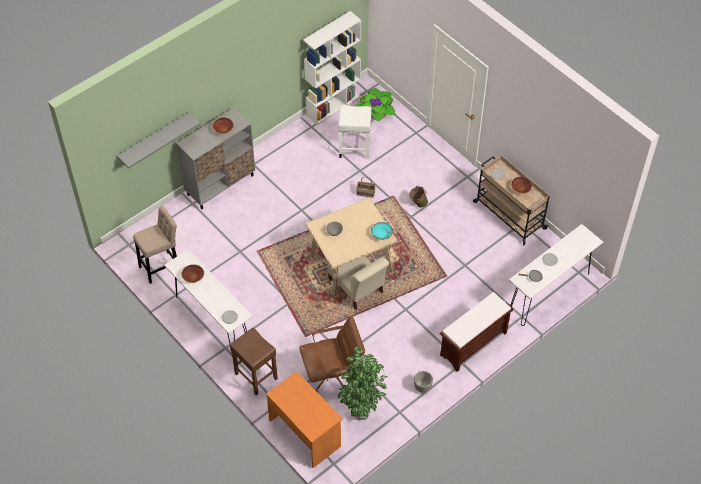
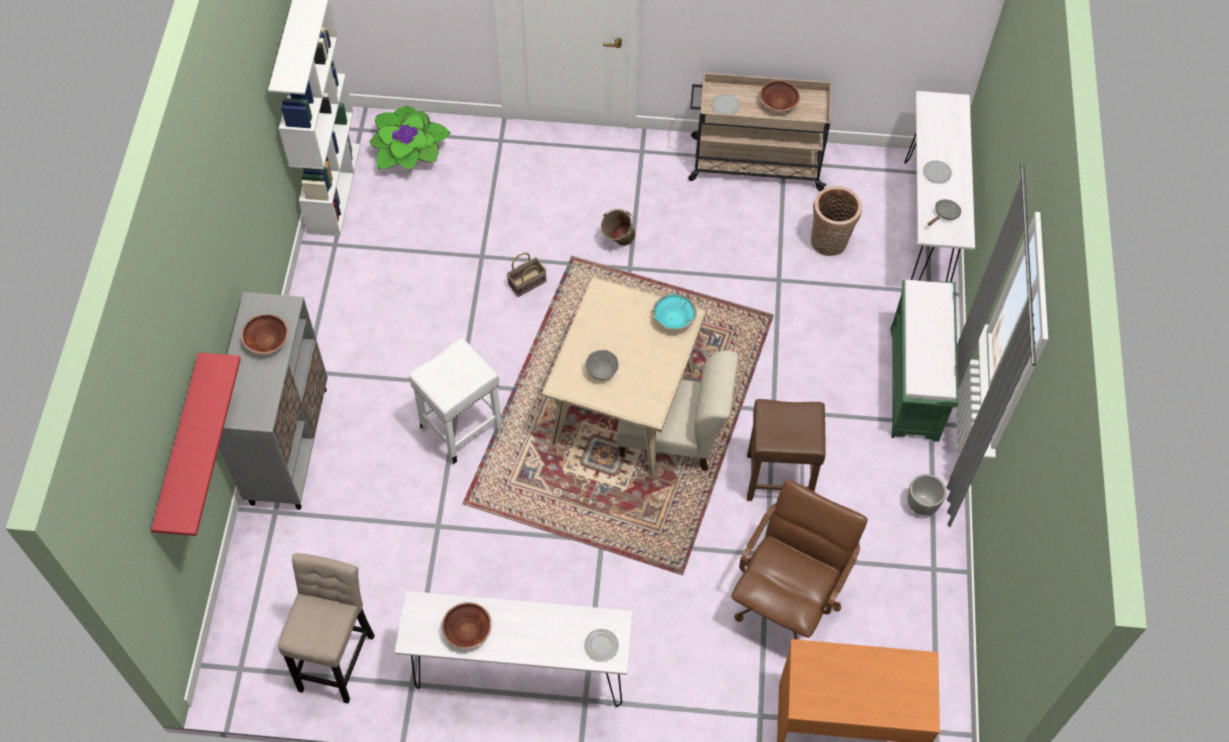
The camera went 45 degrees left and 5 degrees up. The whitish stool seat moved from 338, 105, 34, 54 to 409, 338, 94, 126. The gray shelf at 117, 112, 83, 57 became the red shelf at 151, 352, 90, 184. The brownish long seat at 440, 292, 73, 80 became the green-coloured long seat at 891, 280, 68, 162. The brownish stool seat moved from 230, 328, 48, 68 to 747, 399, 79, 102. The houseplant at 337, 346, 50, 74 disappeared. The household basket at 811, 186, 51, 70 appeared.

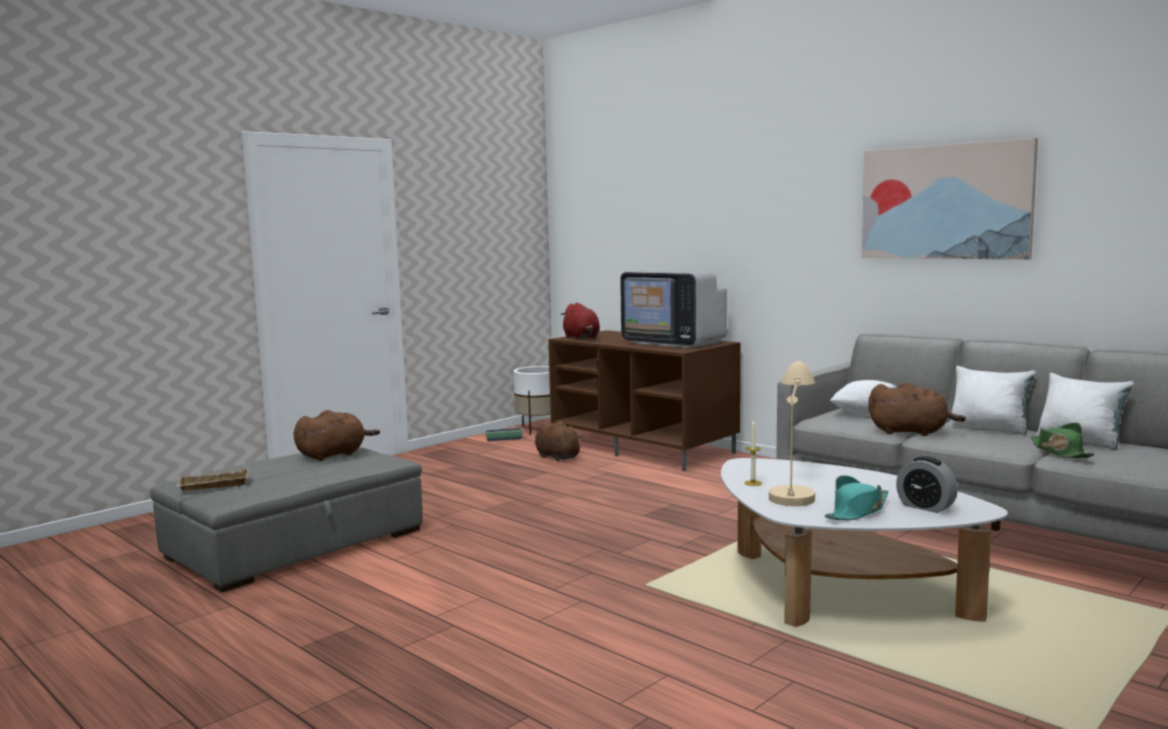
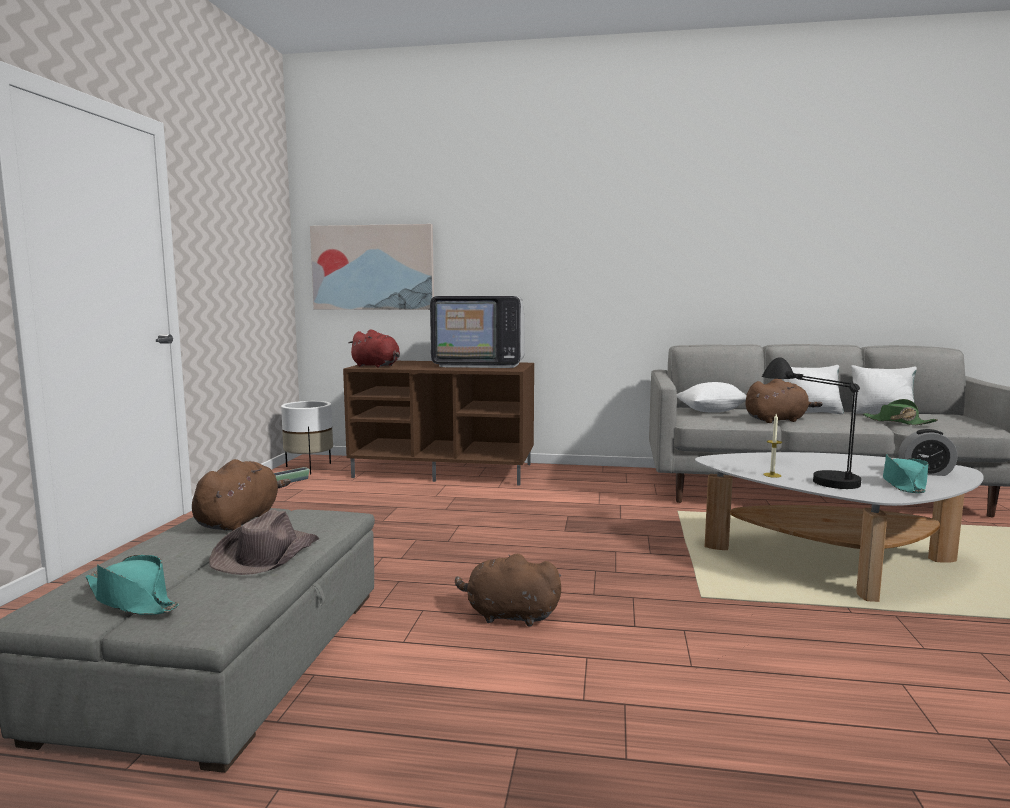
The camera went 35 degrees left and 0 degrees up. The wall art moved from 862, 138, 176, 122 to 310, 224, 124, 86. The sand-coloured lamp for a table at 769, 361, 46, 145 became the black-coloured lamp for a table at 762, 357, 99, 132. The brownish soft toy moved from 535, 421, 48, 40 to 455, 554, 106, 73. The sand-coloured tray at 177, 468, 72, 23 was replaced by the turquoise wearable hat at 86, 555, 93, 60. The brownish wearable hat at 209, 510, 110, 65 appeared.

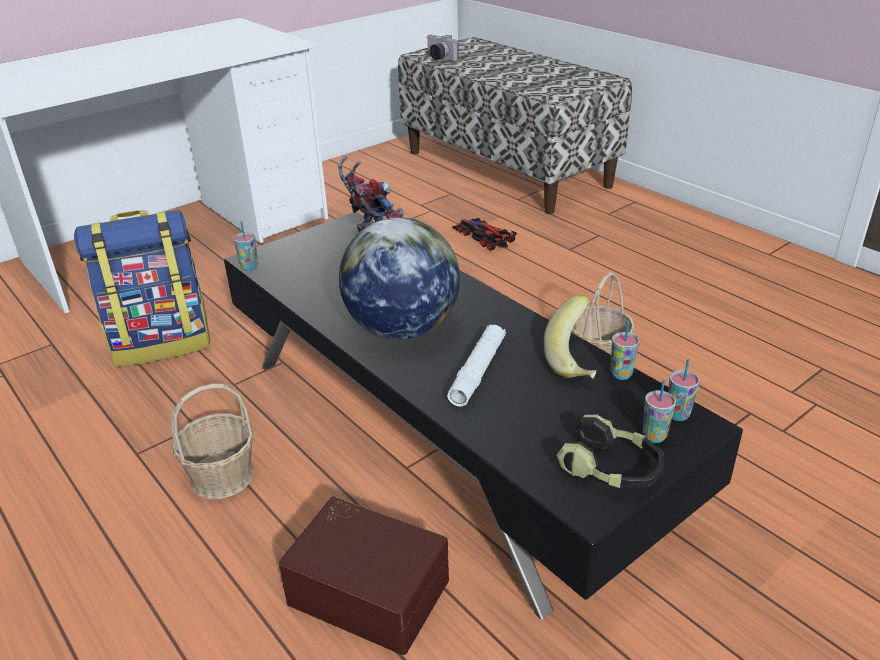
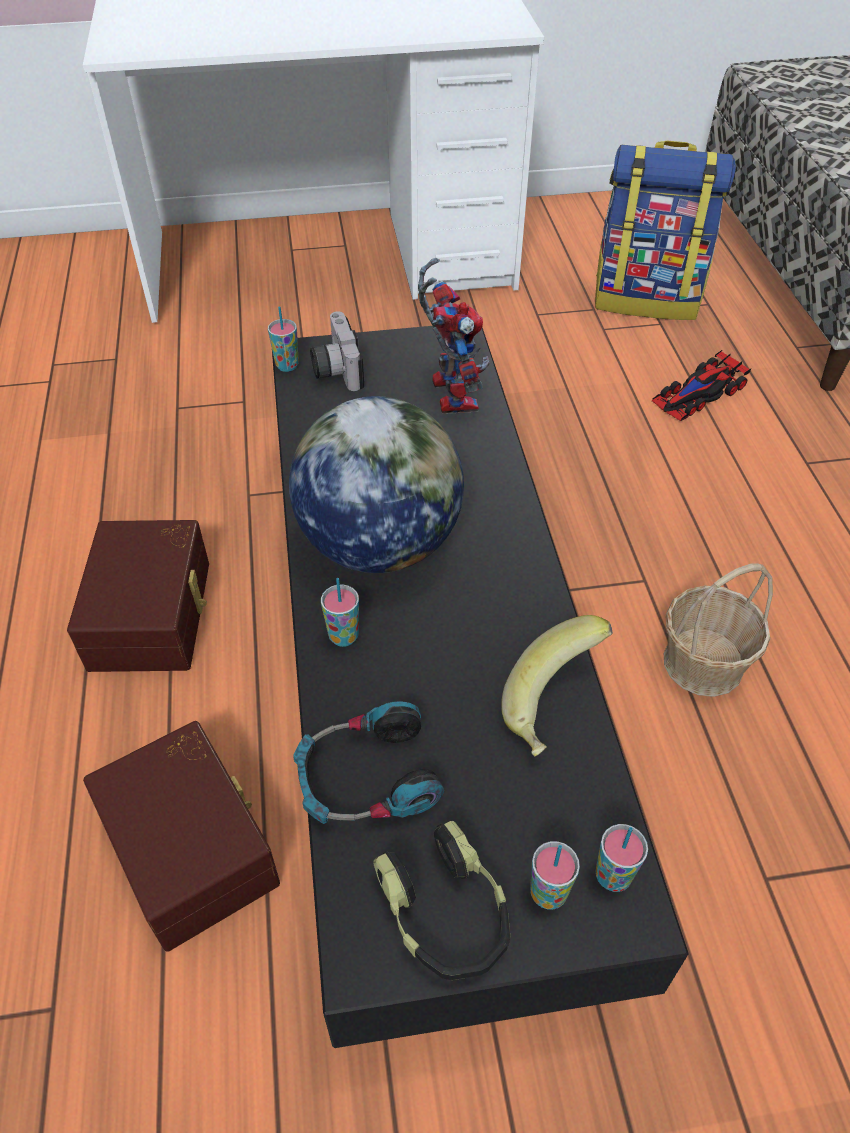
The camera went 30 degrees right and 15 degrees up. The still camera moved from 427, 35, 32, 26 to 310, 311, 54, 80. The backpack moved from 74, 210, 136, 157 to 595, 141, 141, 179. The miniature car at 452, 218, 65, 33 turned 120 degrees counterclockwise. The small cup moved from 611, 321, 29, 59 to 321, 578, 38, 69. The whitish torch at 447, 325, 59, 82 disappeared. The household basket at 171, 383, 83, 116 was replaced by the brownish storage container at 67, 520, 142, 152. The headset at 293, 701, 151, 123 appeared.

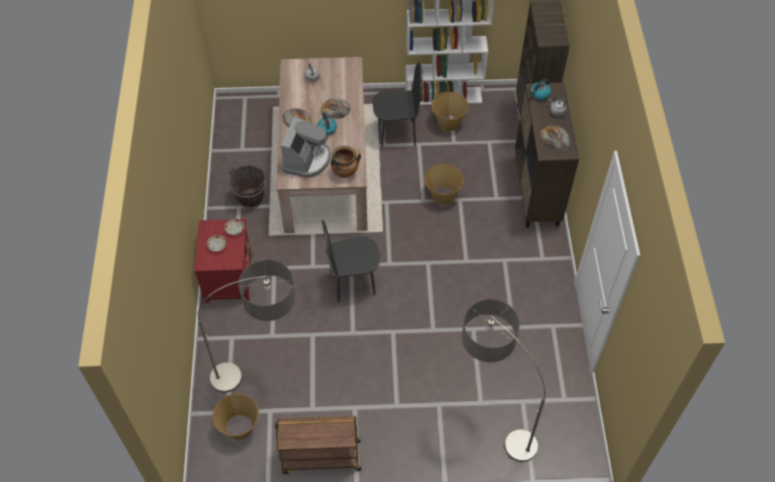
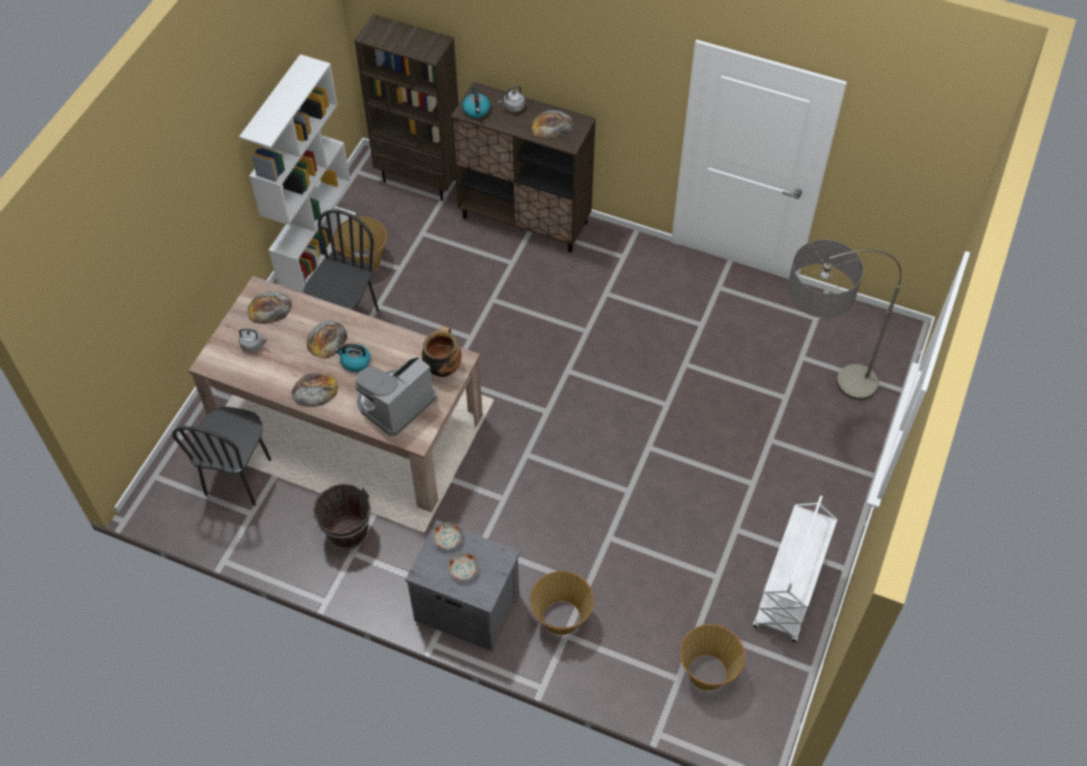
The camera went 65 degrees left and 0 degrees up. The coffee machine at 281, 117, 50, 61 turned 90 degrees counterclockwise. The household basket moved from 424, 164, 40, 41 to 530, 571, 64, 64. The red night table at 194, 219, 57, 84 became the gray night table at 405, 520, 115, 131. The black-coloured upright chair moved from 322, 220, 58, 83 to 172, 407, 99, 99. The standard lamp at 198, 260, 98, 133 disappeared. The brownish trolley at 275, 416, 86, 58 became the whitish trolley at 753, 495, 84, 147. The bread at 248, 291, 44, 33 appeared.

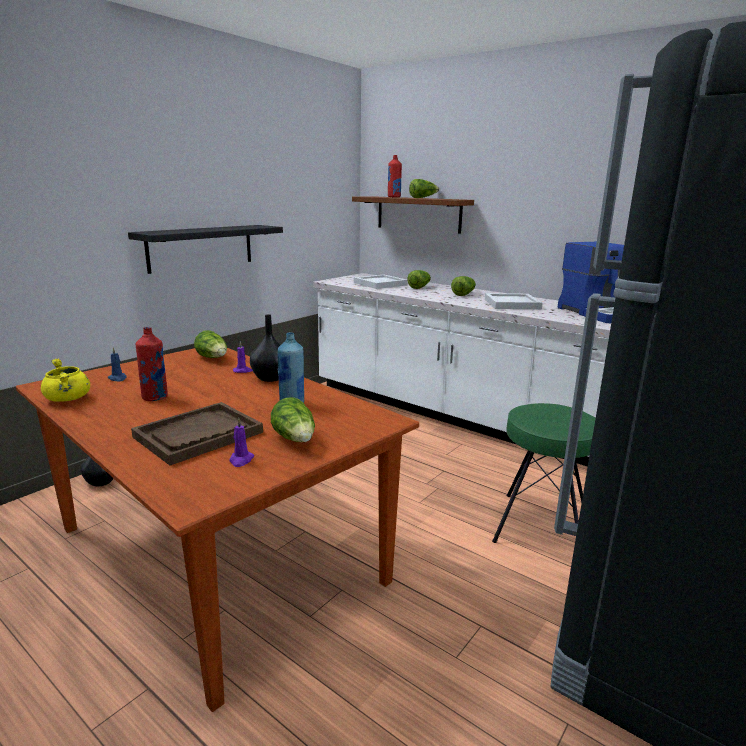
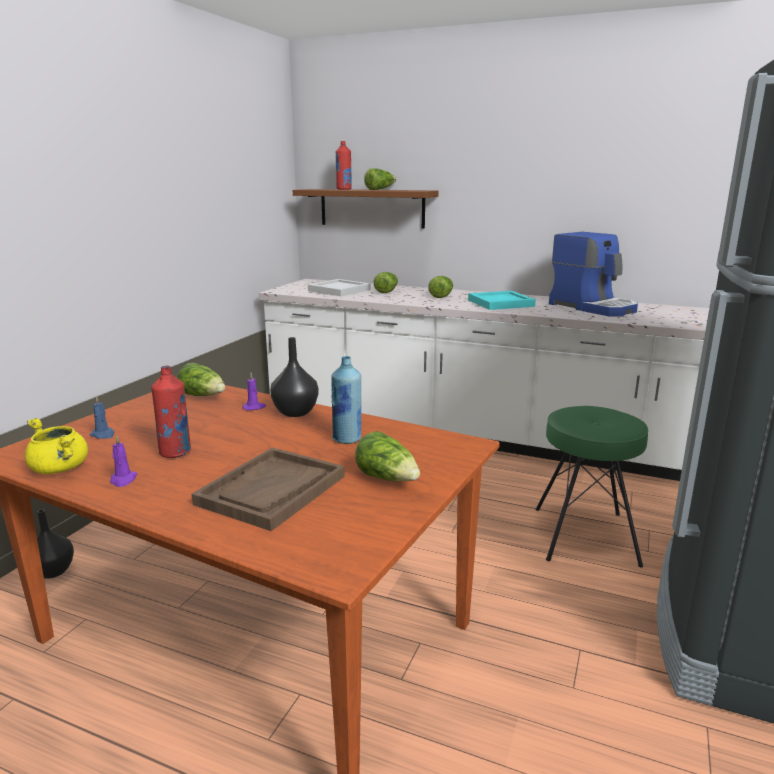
The camera went 15 degrees left and 0 degrees up. The black-coloured shelf at 128, 225, 155, 49 disappeared. The whitish tray at 485, 293, 58, 16 became the turquoise tray at 468, 291, 68, 19. The purplish wax candle moved from 229, 418, 25, 49 to 110, 435, 27, 52.

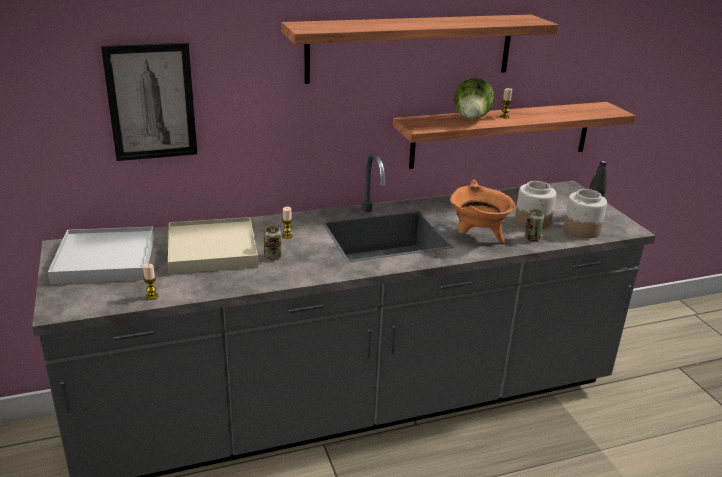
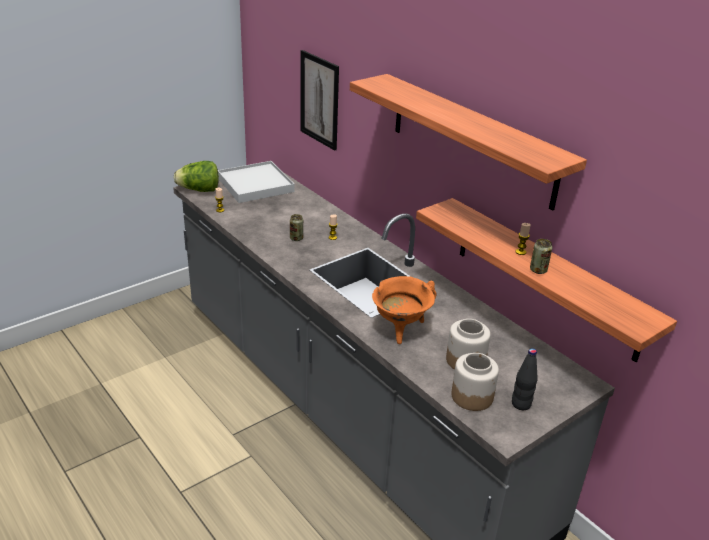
The camera went 70 degrees right and 5 degrees up. The lettuce head moved from 454, 78, 40, 41 to 174, 161, 45, 31. The metal can moved from 525, 209, 19, 32 to 530, 239, 22, 35. The sand-coloured tray at 168, 217, 90, 57 disappeared.

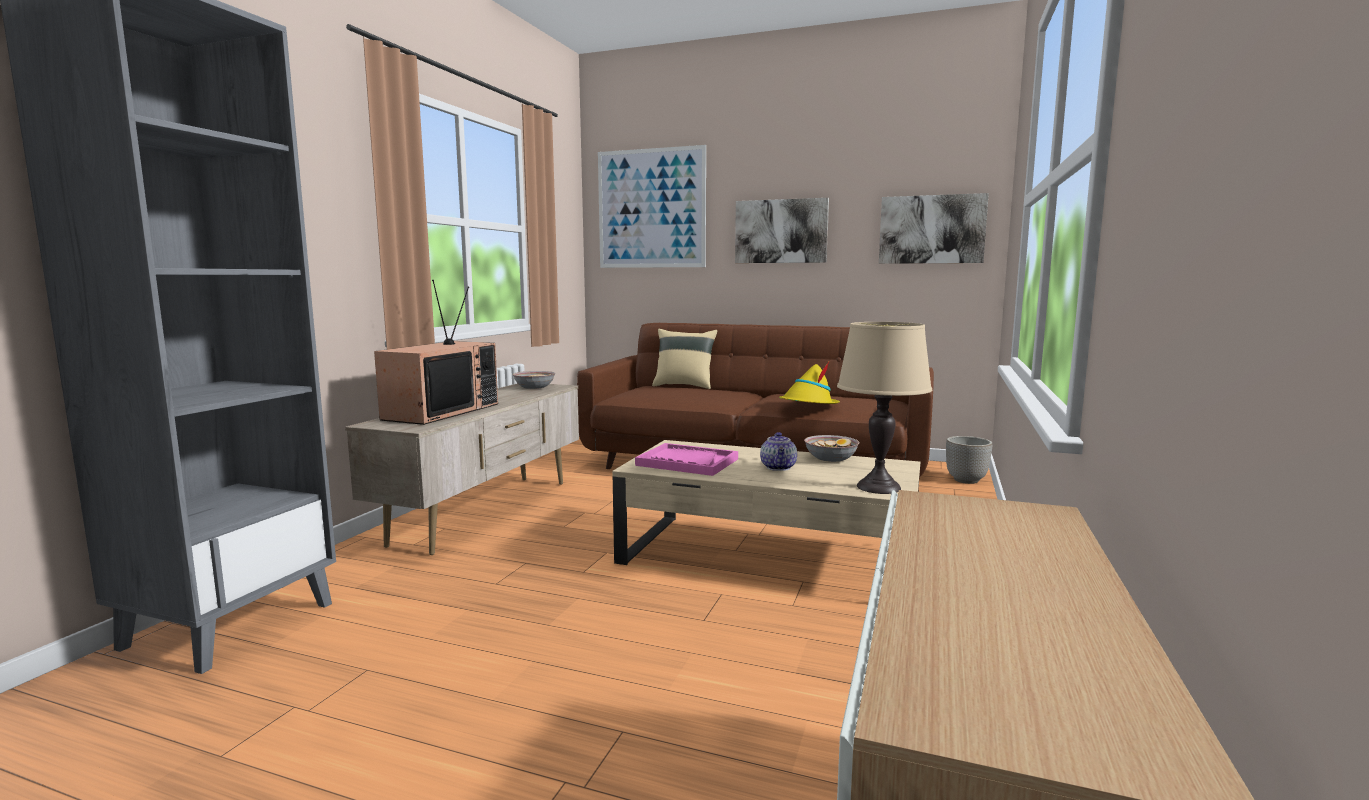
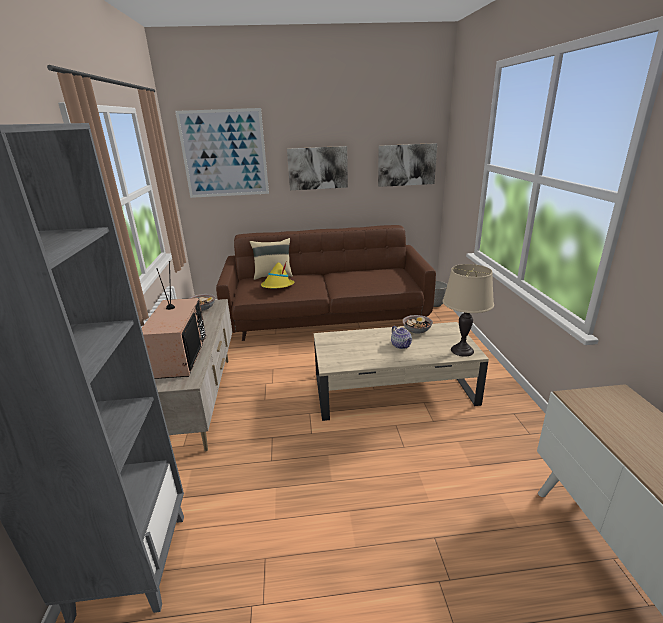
The camera went 25 degrees left and 15 degrees up. The yellow wearable hat moved from 779, 362, 61, 42 to 261, 262, 33, 26. The pinkish tray at 635, 443, 103, 33 disappeared.

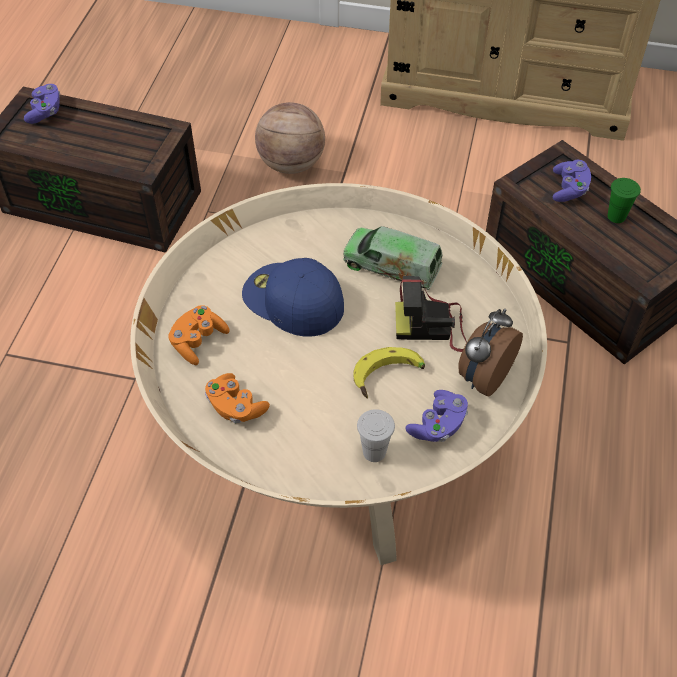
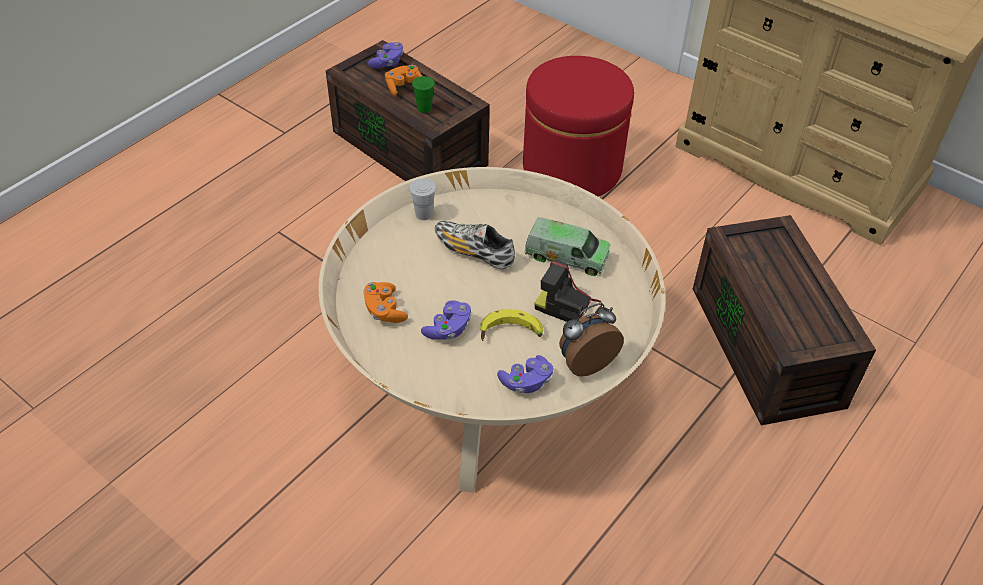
The camera went 25 degrees right and 5 degrees down. The basketball at 255, 102, 70, 72 was replaced by the red ottoman at 523, 56, 111, 140. The purplish joypad moved from 553, 160, 38, 42 to 421, 300, 50, 40. The green-coloured small cup moved from 608, 178, 33, 45 to 412, 76, 23, 37. The toy truck at 343, 226, 99, 64 turned 150 degrees clockwise. The bluish baseball cap at 242, 258, 102, 79 was replaced by the shoe at 435, 221, 80, 48. The orange-coloured joypad moved from 168, 306, 62, 59 to 385, 65, 37, 31. The whitish small cup moved from 357, 409, 38, 53 to 409, 178, 27, 42.

